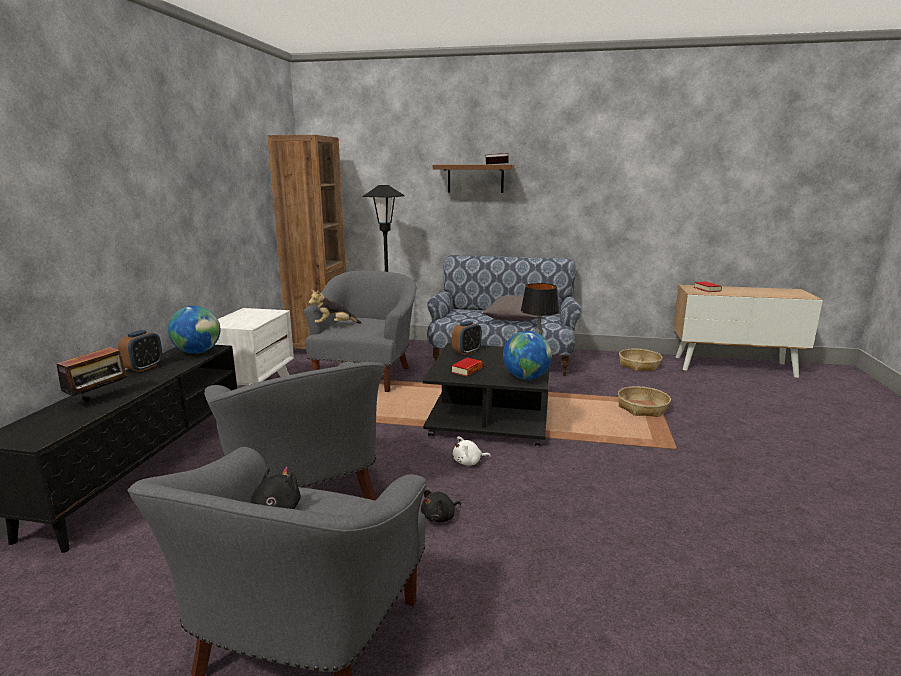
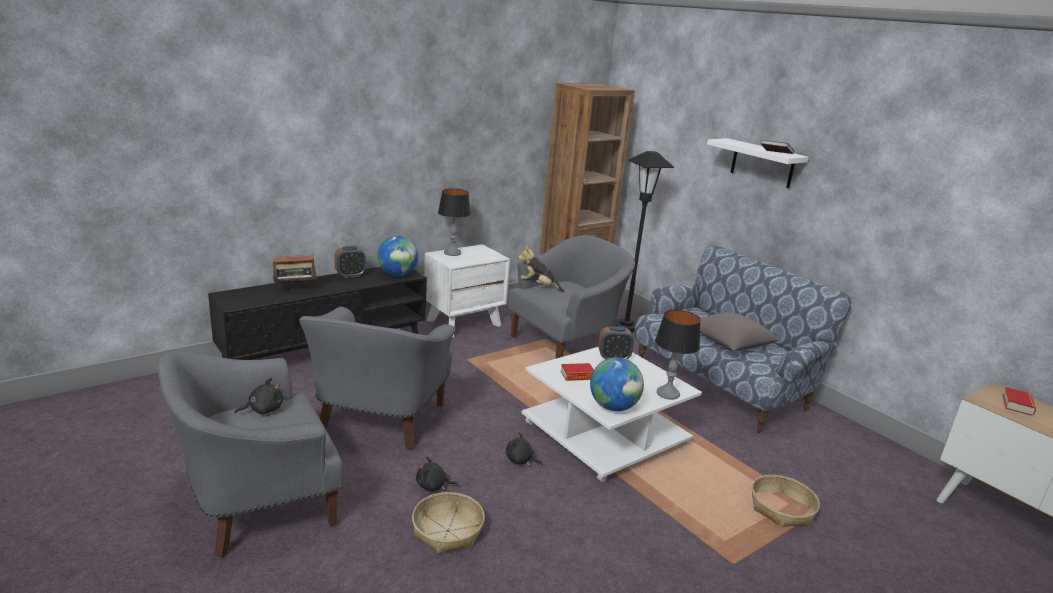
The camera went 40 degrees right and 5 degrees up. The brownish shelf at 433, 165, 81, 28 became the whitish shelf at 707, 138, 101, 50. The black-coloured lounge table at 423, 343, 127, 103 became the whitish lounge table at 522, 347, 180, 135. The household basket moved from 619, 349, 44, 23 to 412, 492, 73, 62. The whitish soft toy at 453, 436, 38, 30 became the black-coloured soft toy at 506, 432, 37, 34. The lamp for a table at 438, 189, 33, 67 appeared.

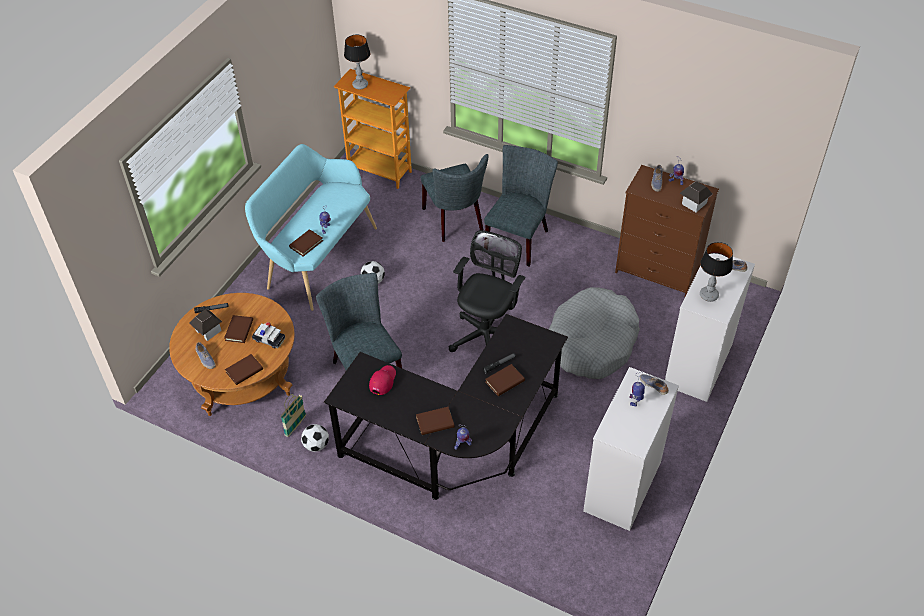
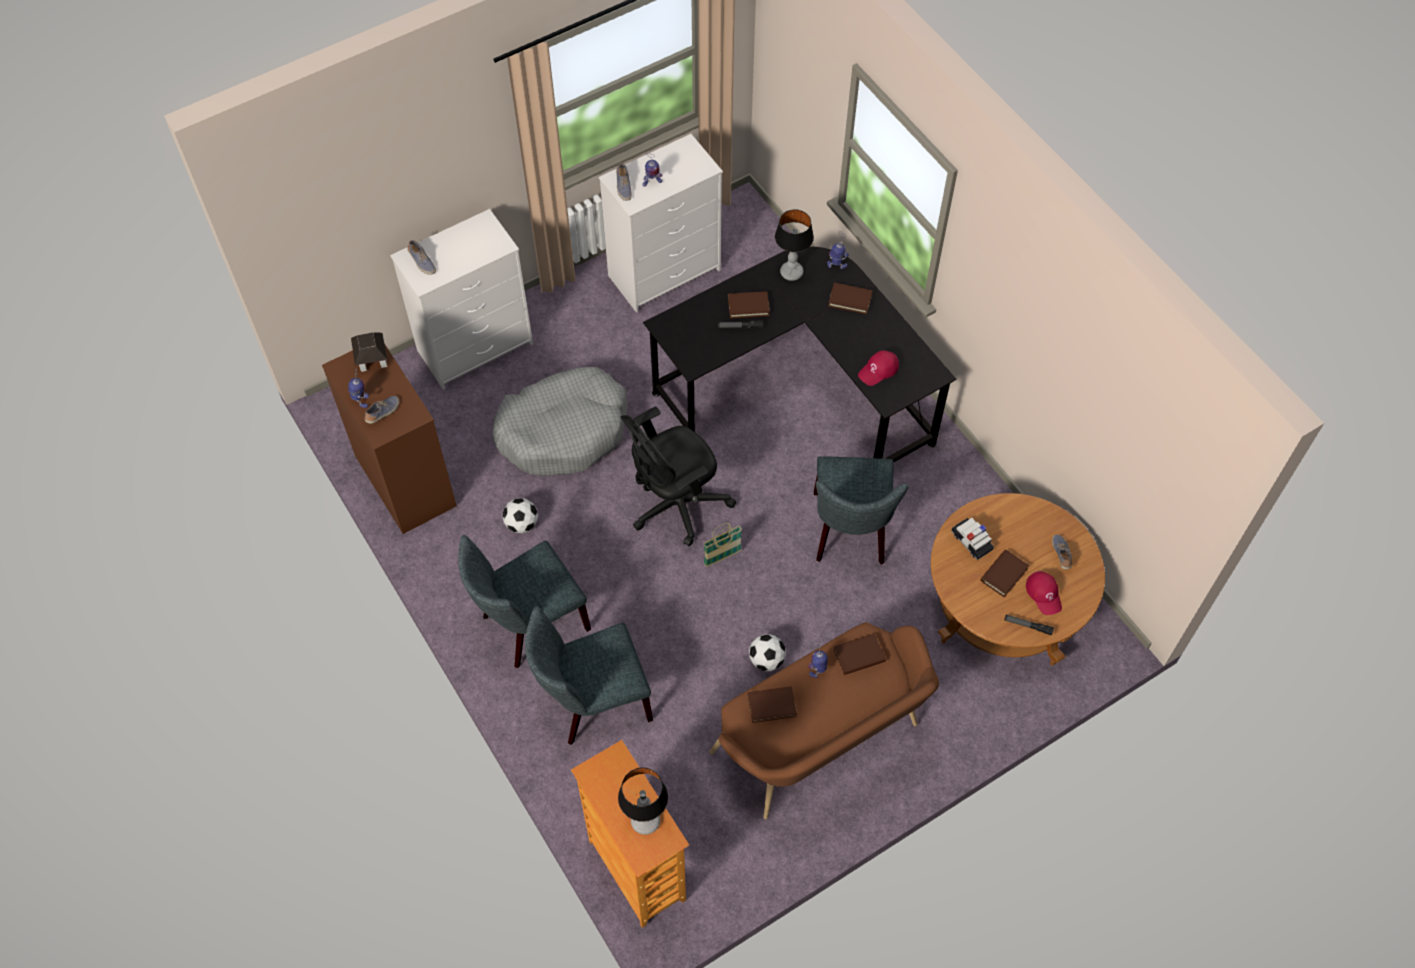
The camera went 150 degrees left and 10 degrees up. The turquoise long seat at 245, 144, 132, 167 became the brownish long seat at 709, 622, 230, 197. The gray upright chair at 421, 154, 67, 88 turned 120 degrees counterclockwise. The lamp for a table moved from 700, 242, 33, 60 to 775, 209, 39, 72. The toy house at 189, 309, 33, 32 was replaced by the red baseball cap at 1026, 571, 36, 44. The brownish bound book moved from 225, 354, 38, 31 to 747, 686, 50, 37. The household basket moved from 281, 394, 25, 43 to 703, 523, 39, 44. The ball for football moved from 301, 424, 28, 28 to 502, 498, 36, 35.

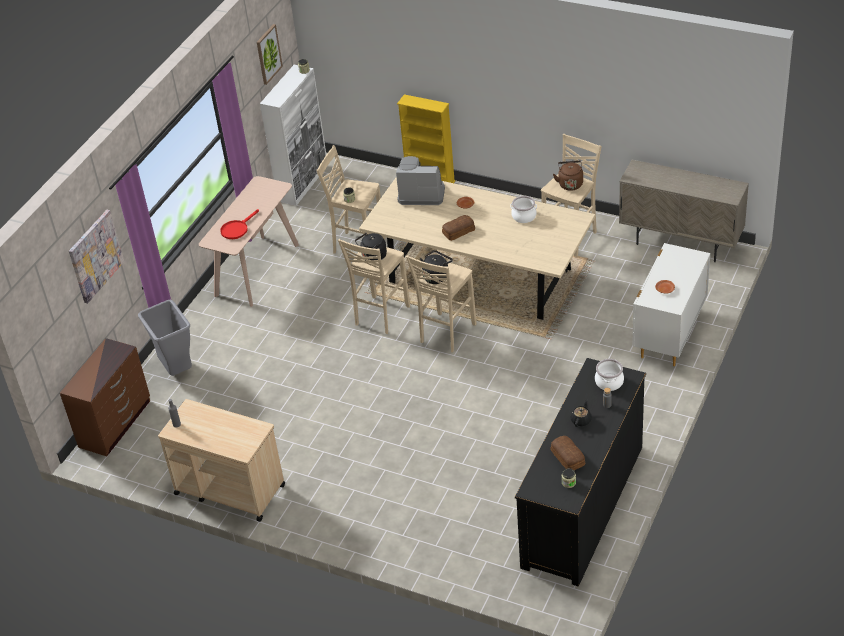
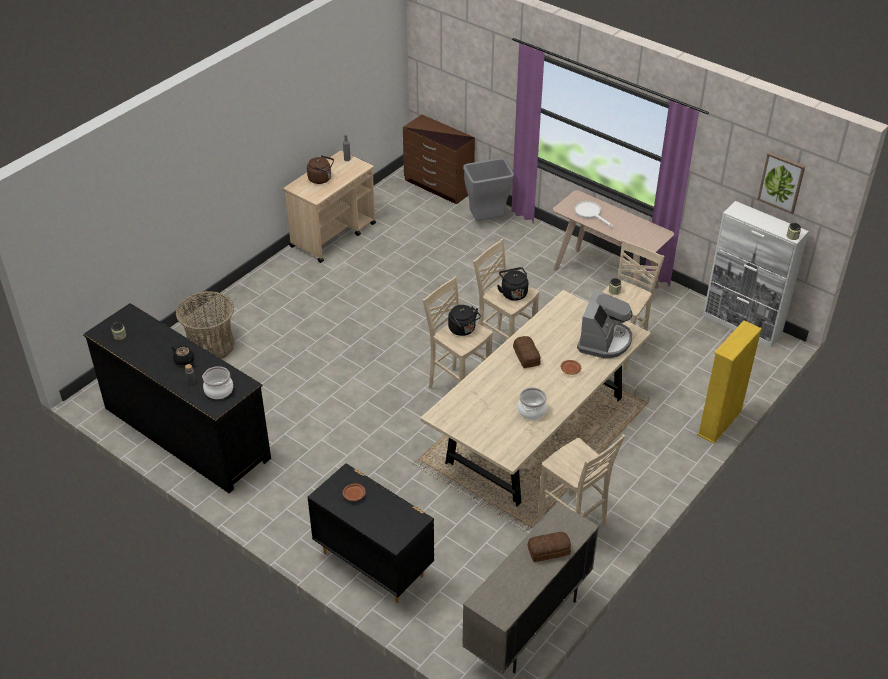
The camera went 100 degrees right and 0 degrees up. The brownish water kettle moved from 553, 160, 30, 31 to 307, 155, 27, 29. The red frying pan at 220, 209, 39, 30 became the whitish frying pan at 574, 201, 40, 27. The wall art at 69, 210, 55, 93 disappeared. The whitish dresser at 632, 243, 78, 123 became the black-coloured dresser at 308, 463, 126, 140. The bread moved from 551, 436, 34, 34 to 527, 532, 44, 30. The household basket at 176, 291, 59, 68 appeared.

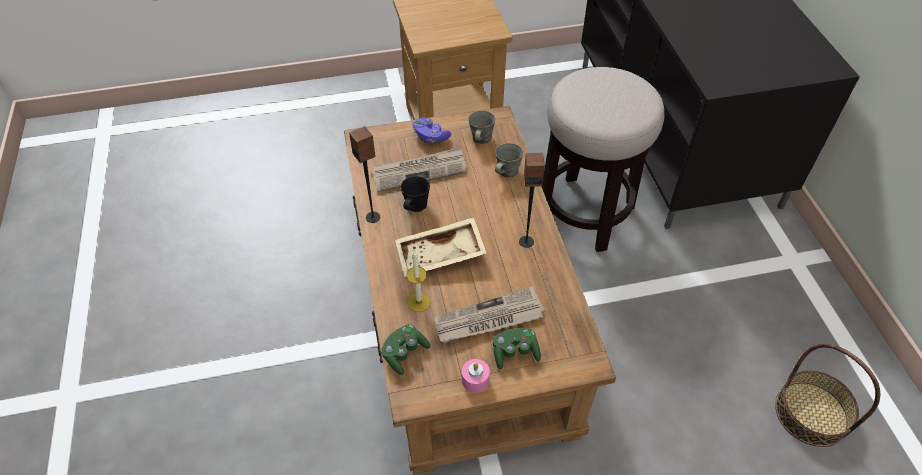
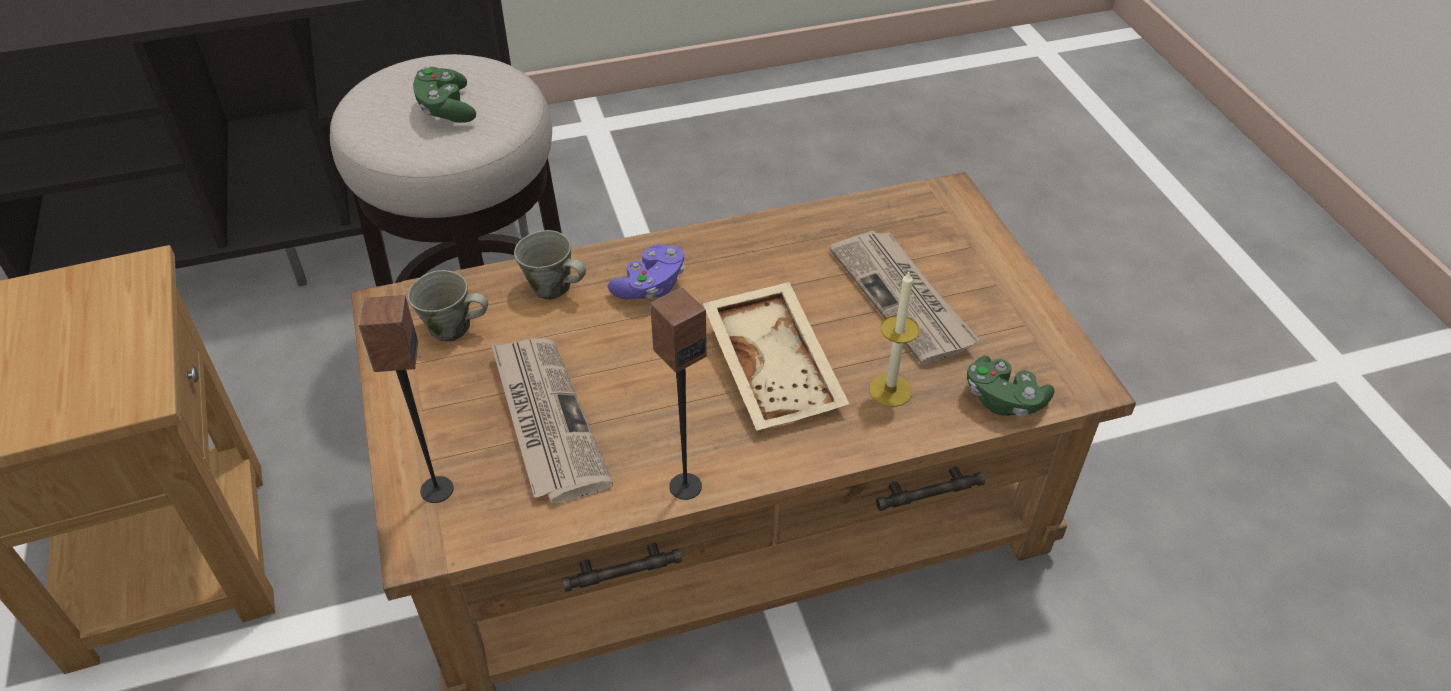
The camera went 95 degrees left and 5 degrees down. The purplish joypad moved from 412, 117, 39, 26 to 608, 244, 77, 55. The speaker moved from 519, 153, 26, 95 to 359, 295, 95, 208. The black-coloured mug at 401, 176, 29, 36 disappeared. The green-coloured joypad moved from 493, 328, 48, 41 to 413, 66, 63, 57. The household basket at 775, 343, 106, 104 disappeared. The pinkish wax candle at 462, 359, 28, 34 disappeared.

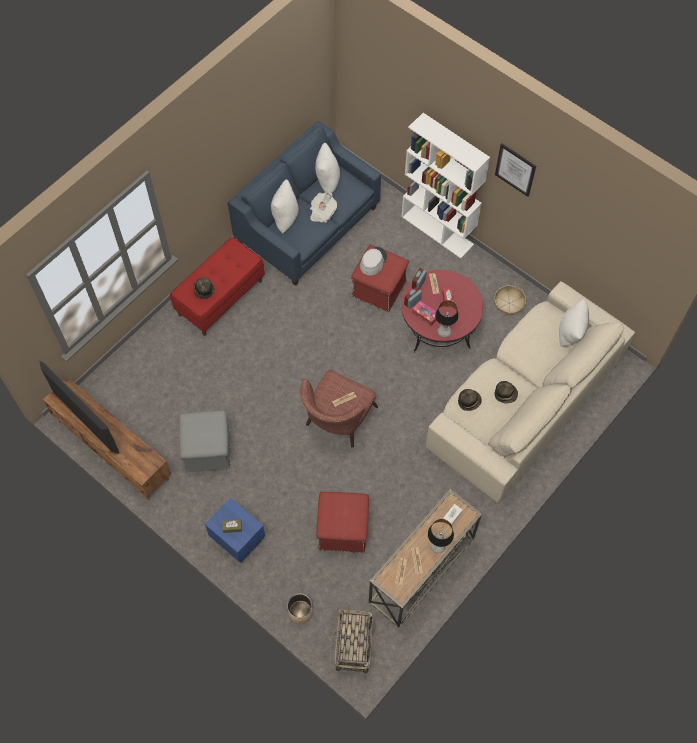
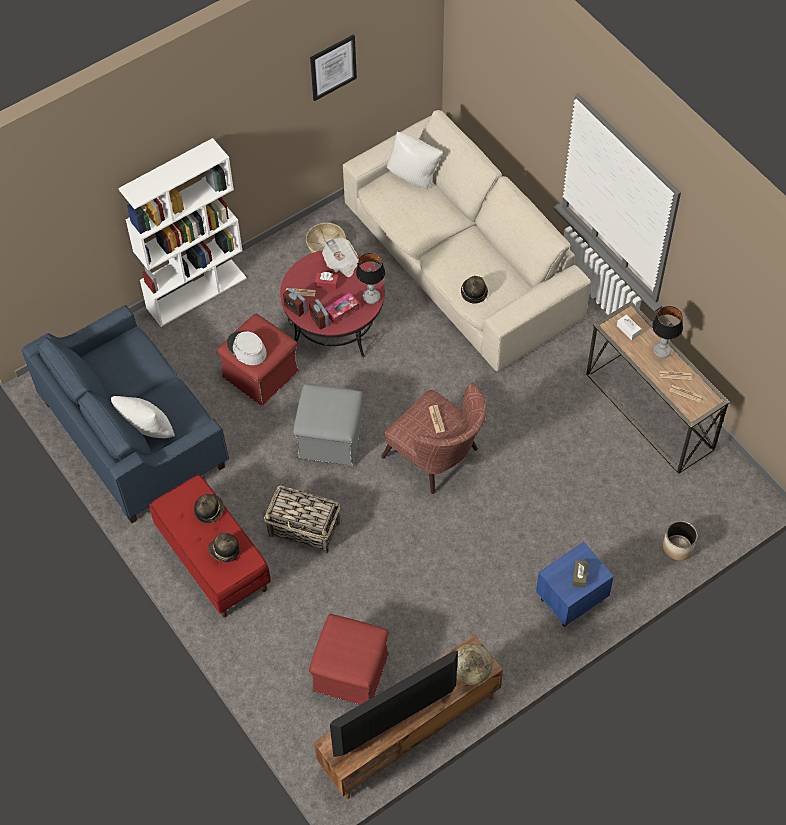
The camera went 75 degrees left and 5 degrees down. The whitish cushion at 315, 143, 25, 51 disappeared. The wall art moved from 495, 144, 41, 53 to 310, 34, 47, 67. The printed paper moved from 310, 192, 27, 31 to 322, 238, 37, 39. The wearable hat moved from 494, 381, 24, 23 to 194, 494, 30, 30. The gray ottoman moved from 179, 411, 51, 61 to 293, 384, 70, 82. The red ottoman moved from 316, 492, 53, 61 to 309, 614, 80, 91. The household basket moved from 333, 610, 40, 64 to 264, 485, 76, 69. The desk globe at 456, 644, 36, 41 appeared.

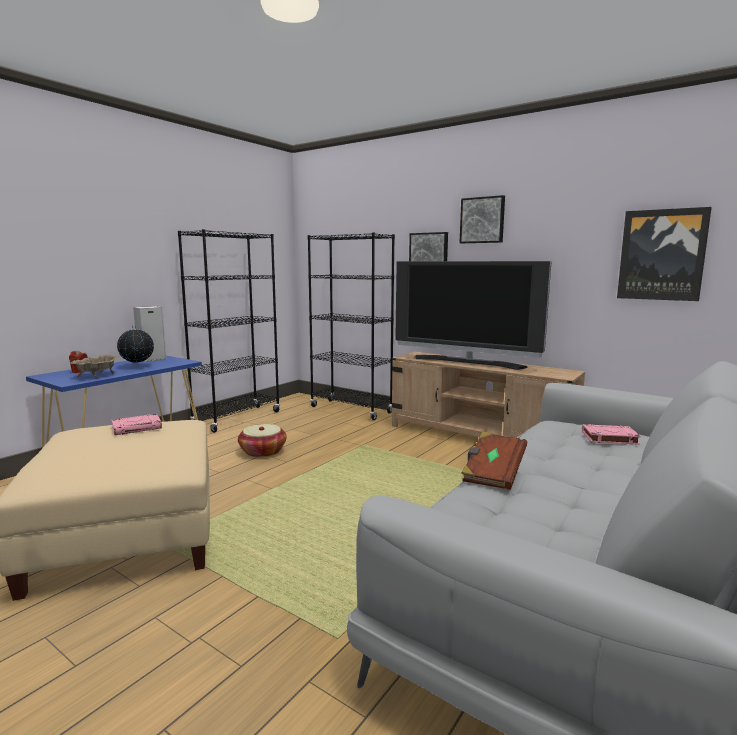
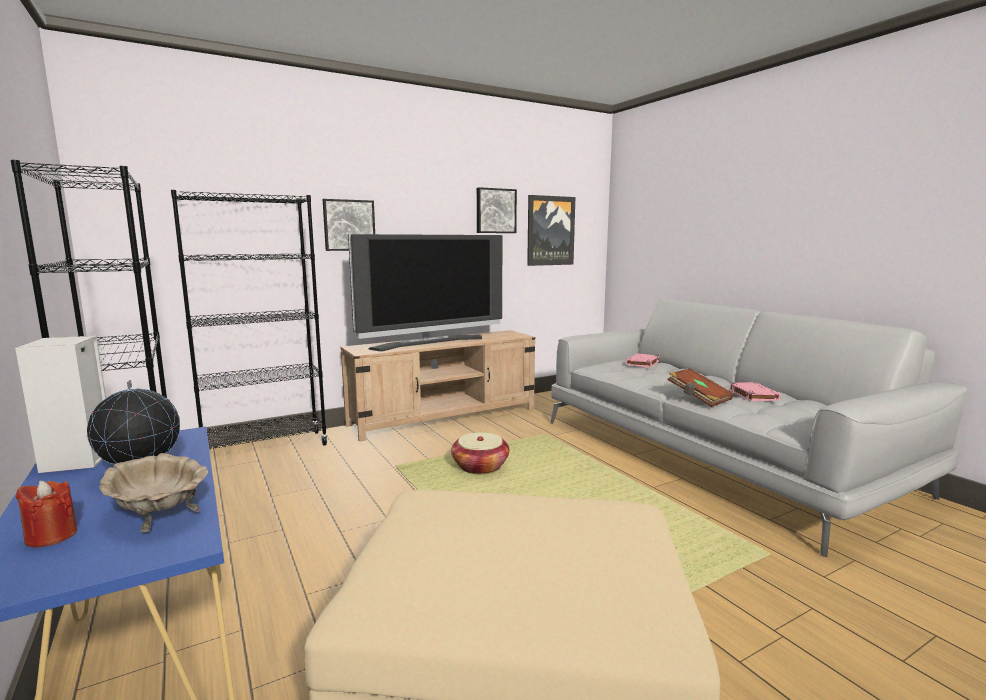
The camera went 65 degrees left and 0 degrees up. The wall art moved from 460, 195, 45, 48 to 477, 187, 40, 46. The pinkish bound book moved from 112, 414, 50, 21 to 729, 382, 52, 19. The household basket moved from 238, 424, 49, 33 to 451, 432, 58, 42.

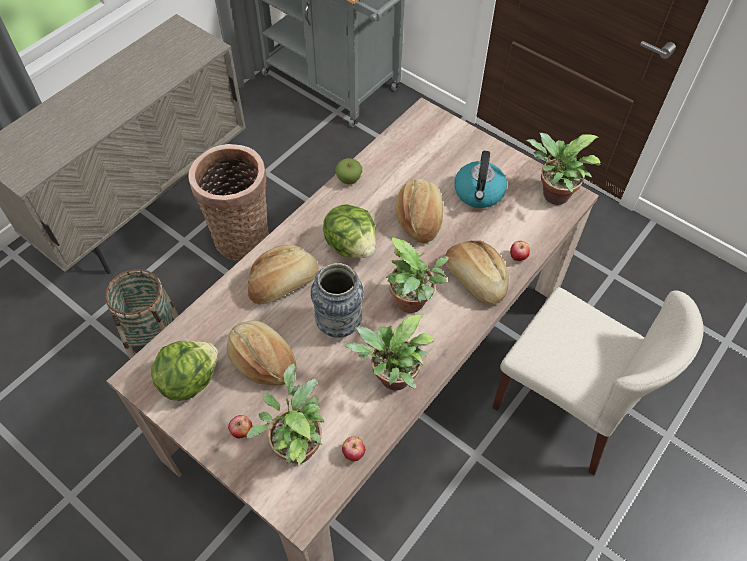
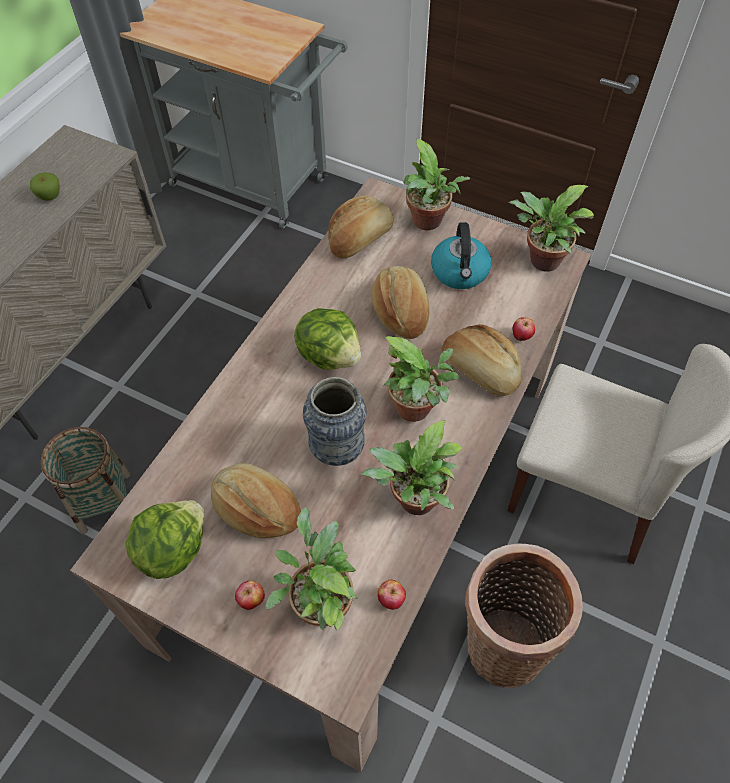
The camera went 10 degrees left and 0 degrees up. The household basket moved from 188, 144, 81, 117 to 465, 543, 118, 145. The apple fruit moved from 336, 158, 26, 26 to 30, 173, 30, 28. The bread moved from 248, 245, 71, 60 to 328, 196, 66, 62. The houseplant at 404, 139, 67, 92 appeared.

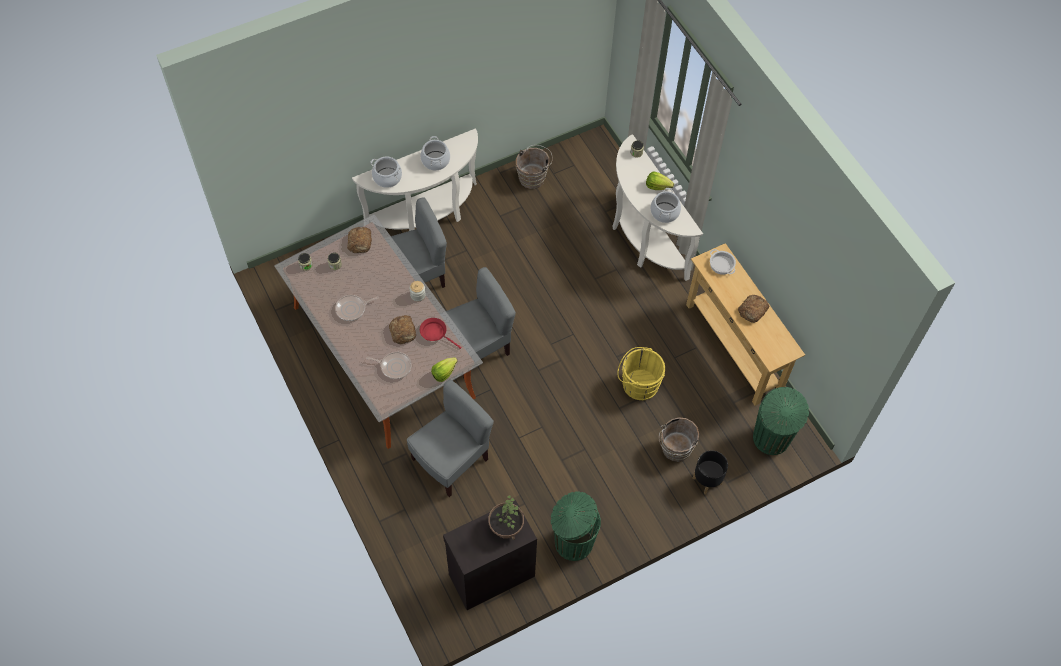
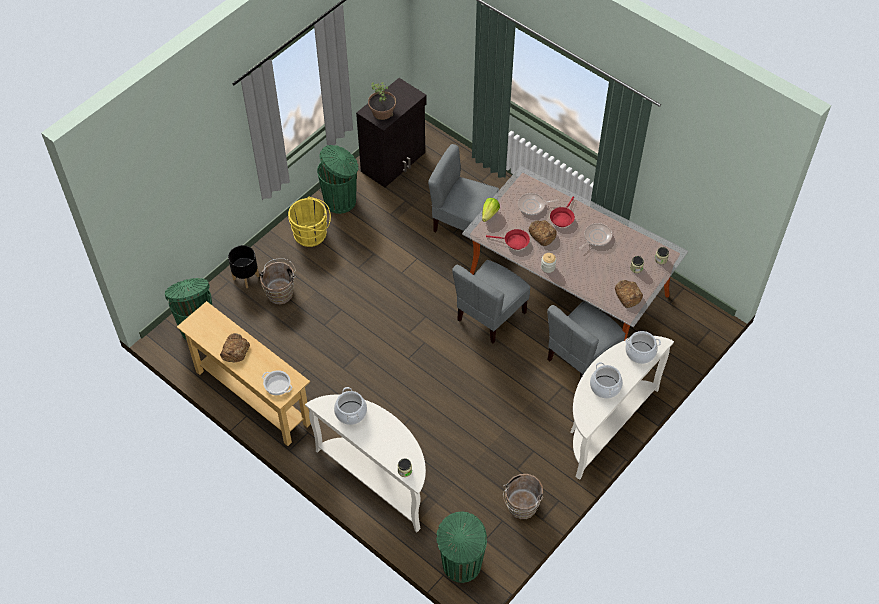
The camera went 160 degrees right and 5 degrees down. The lettuce head at 646, 172, 28, 18 disappeared. The yellow water bucket moved from 617, 347, 48, 53 to 288, 197, 43, 50. The gray upright chair at 407, 379, 87, 118 turned 90 degrees clockwise. The red frying pan at 550, 197, 25, 30 appeared. The green-coloured rubbish bin at 436, 512, 51, 71 appeared.

